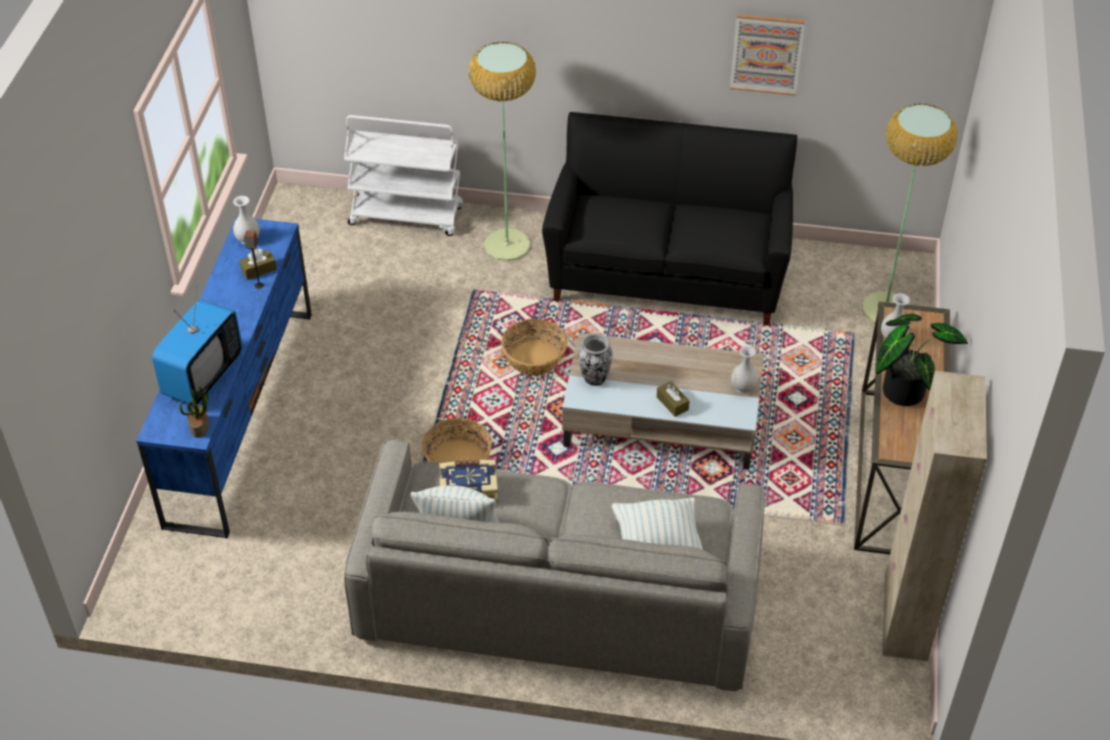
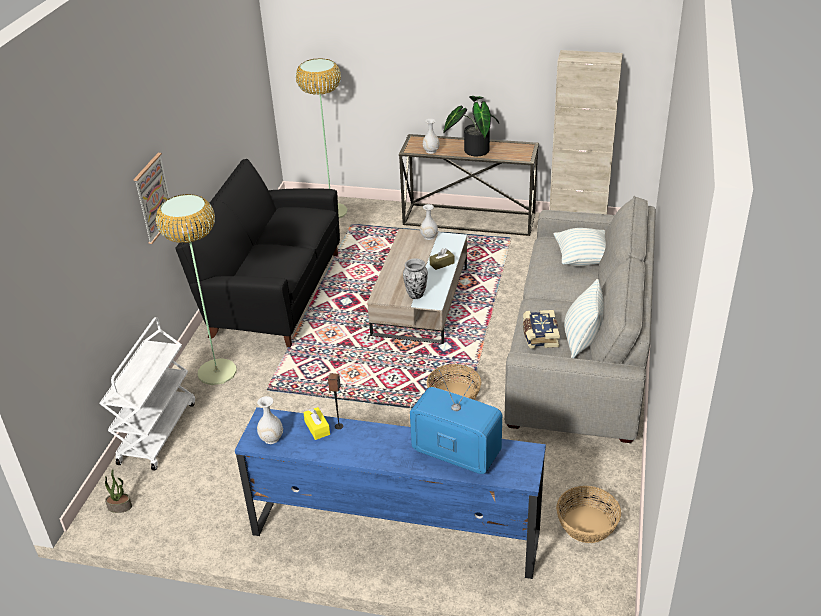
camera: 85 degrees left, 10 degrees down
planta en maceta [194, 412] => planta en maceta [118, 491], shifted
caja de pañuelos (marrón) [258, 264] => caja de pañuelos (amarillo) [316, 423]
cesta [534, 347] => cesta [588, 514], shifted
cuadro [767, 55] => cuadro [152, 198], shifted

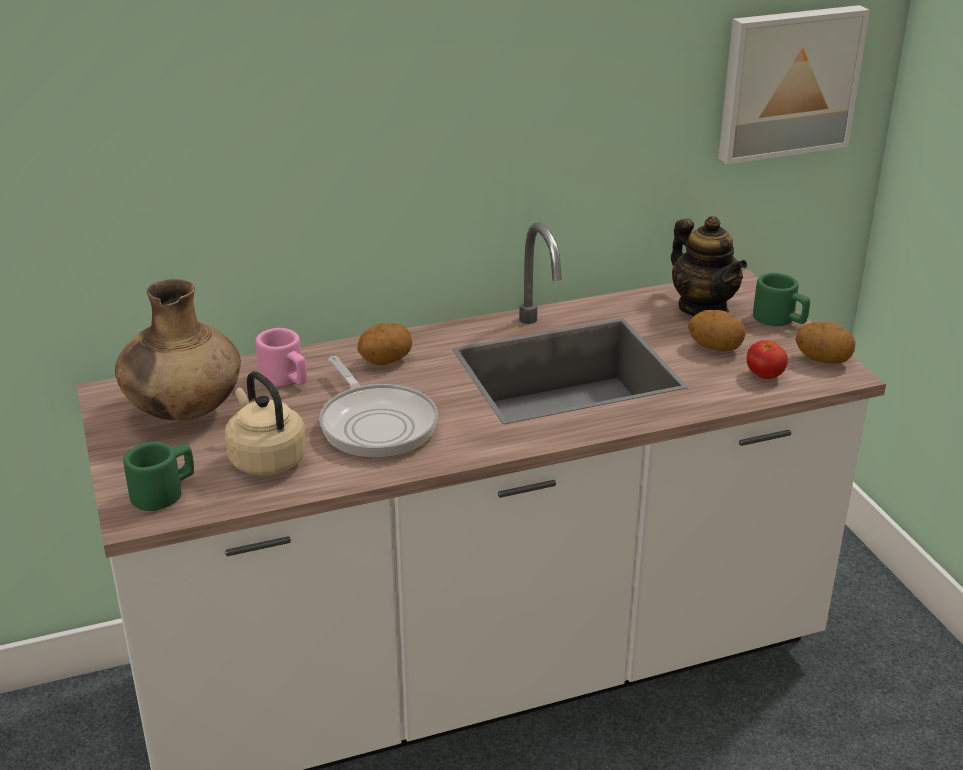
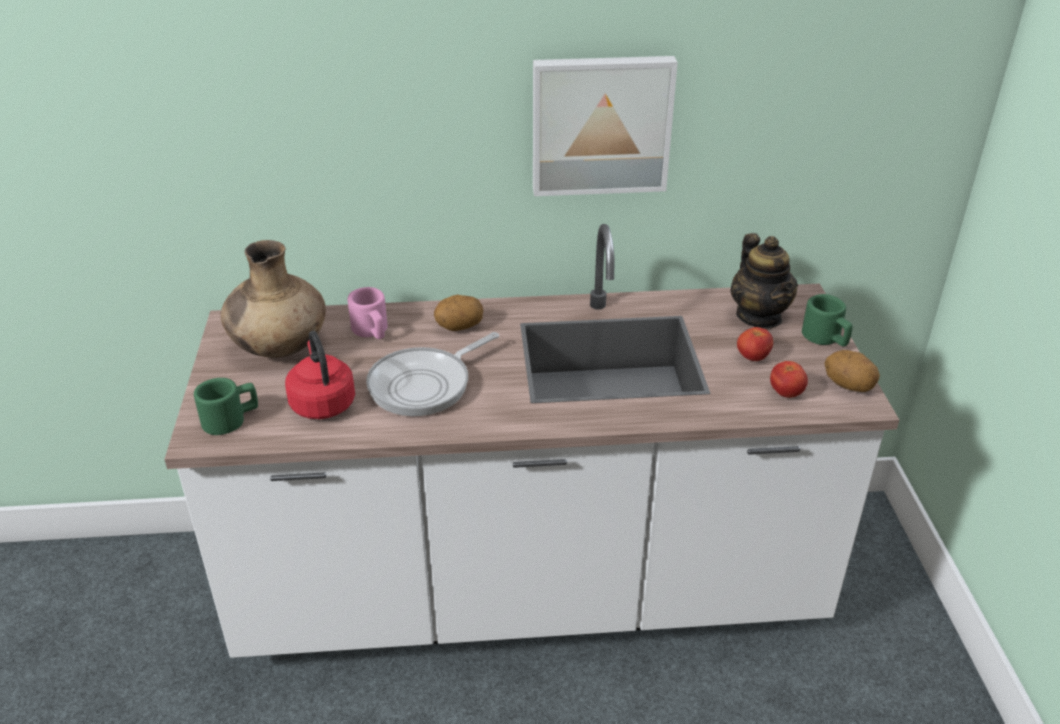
camera: 15 degrees right, 5 degrees up
hervidor (beis) [265, 423] => hervidor (rojo) [320, 375]
sartén [378, 407] => sartén [432, 374], 60 degrees clockwise
patata [717, 330] => tomate [755, 344]
cuadro [794, 84] => cuadro [605, 126], shifted

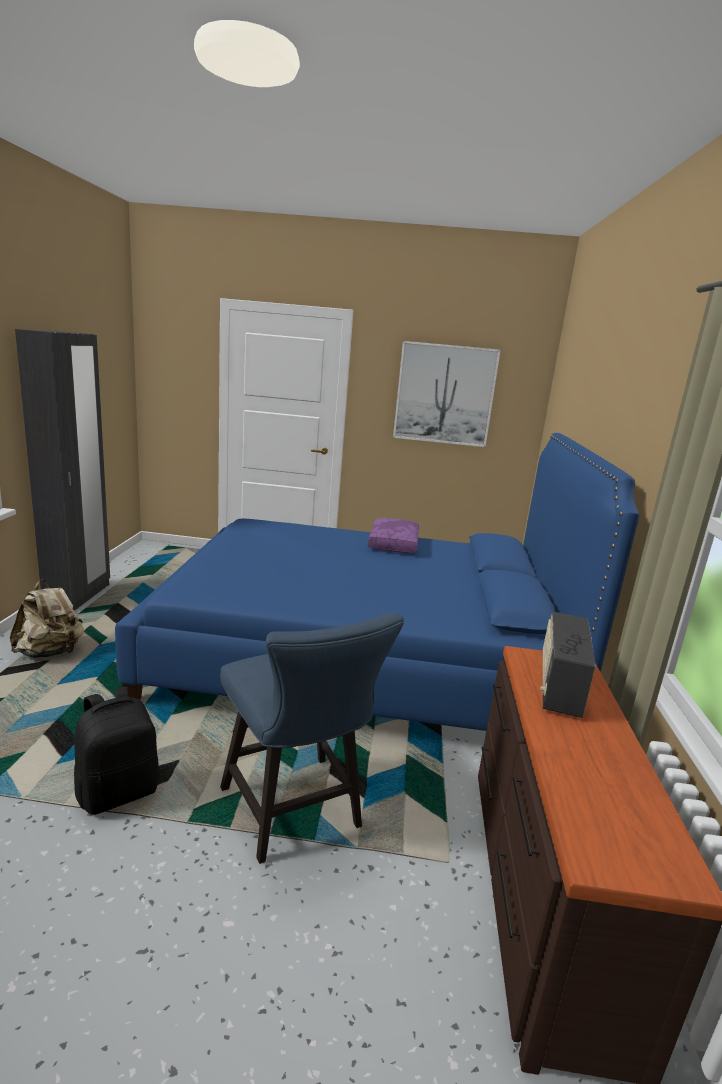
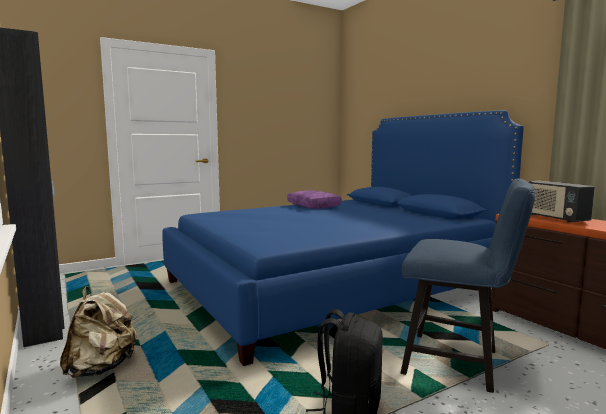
camera: 35 degrees left, 10 degrees down
cuadro [447, 394] => nothing

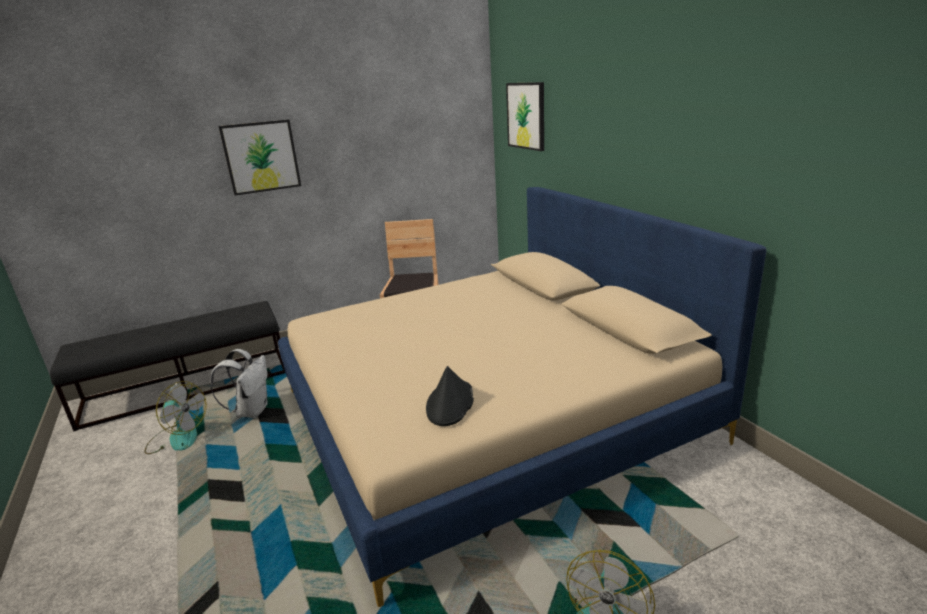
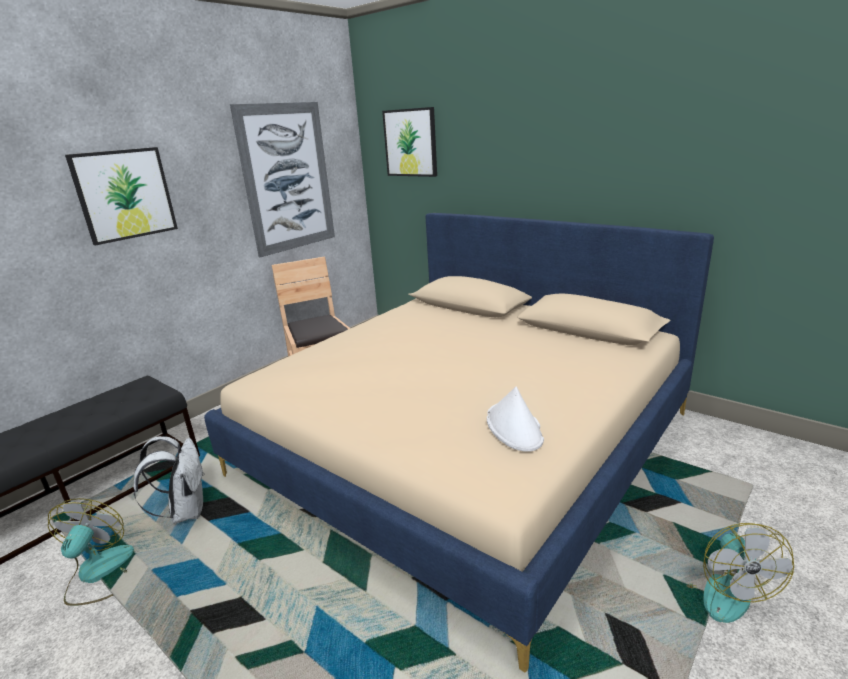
camera: 25 degrees left, 0 degrees up
ventilador [176, 417] => ventilador [91, 552], 90 degrees counterclockwise
sombrero (negro) [450, 396] => sombrero (blanco) [515, 419]
nothing => cuadro [282, 179]

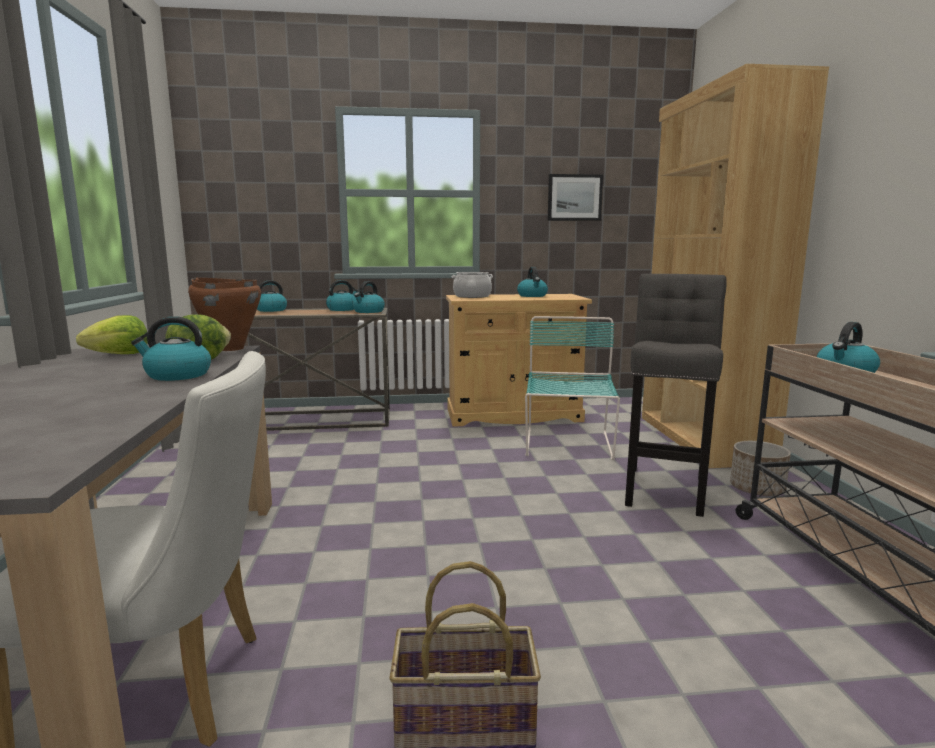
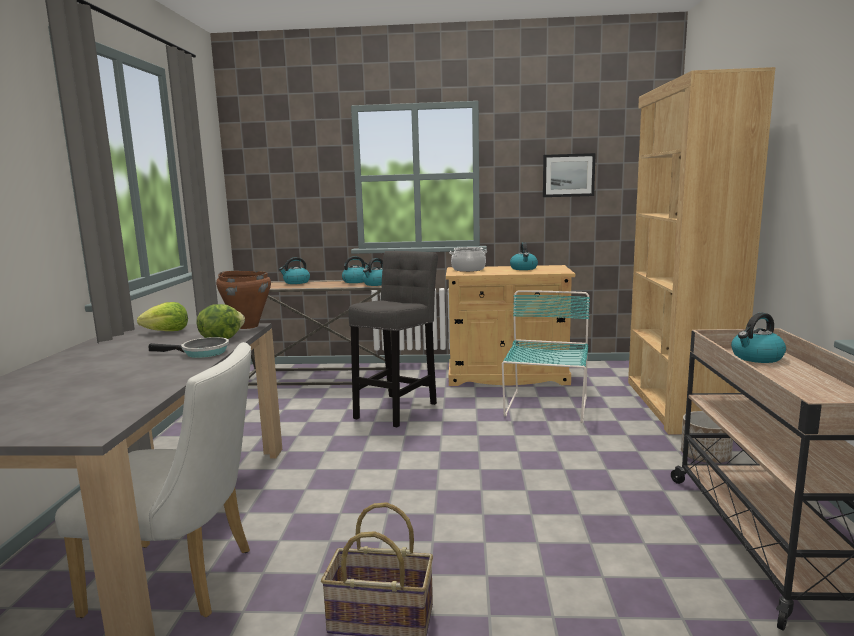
camera: 10 degrees right, 0 degrees up
hervidor [171, 348] => sartén [188, 347]
taburete (gris) [676, 395] => taburete (gris) [393, 339], shifted

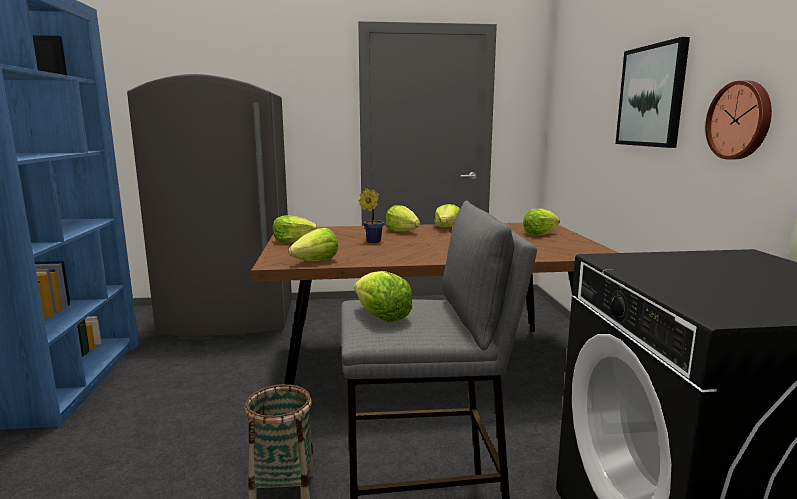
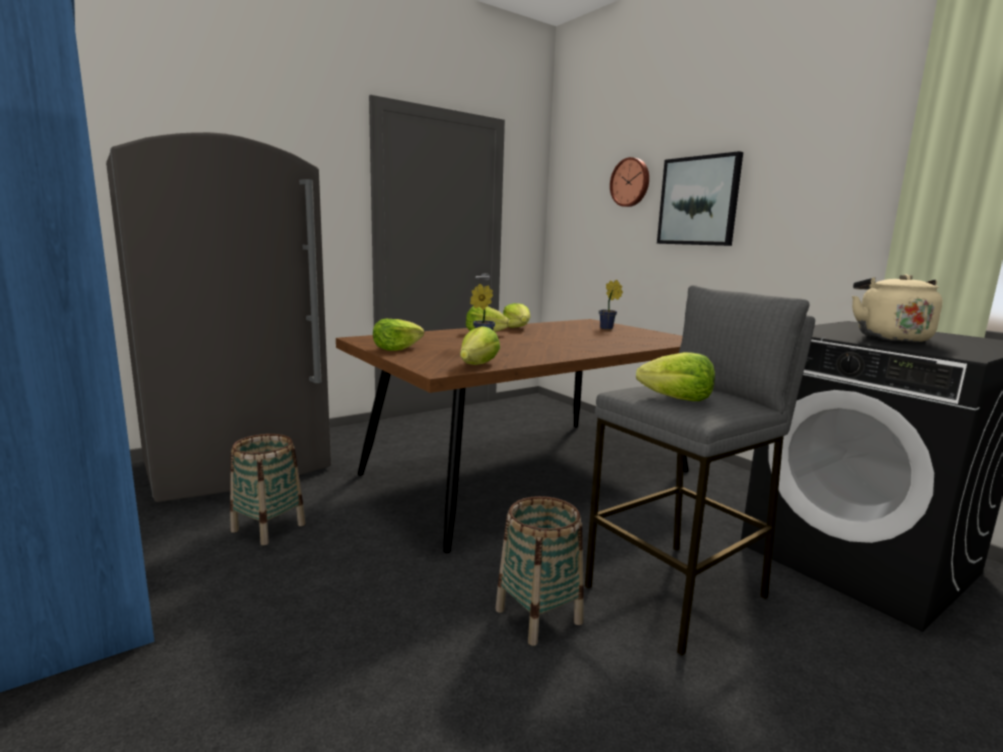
camera: 30 degrees left, 0 degrees up
lechuga [541, 222] => planta en maceta [611, 305]
reloj de pared [738, 119] => reloj de pared [629, 182], shifted
nothing => cesta [268, 489]
nothing => hervidor (beis) [897, 308]

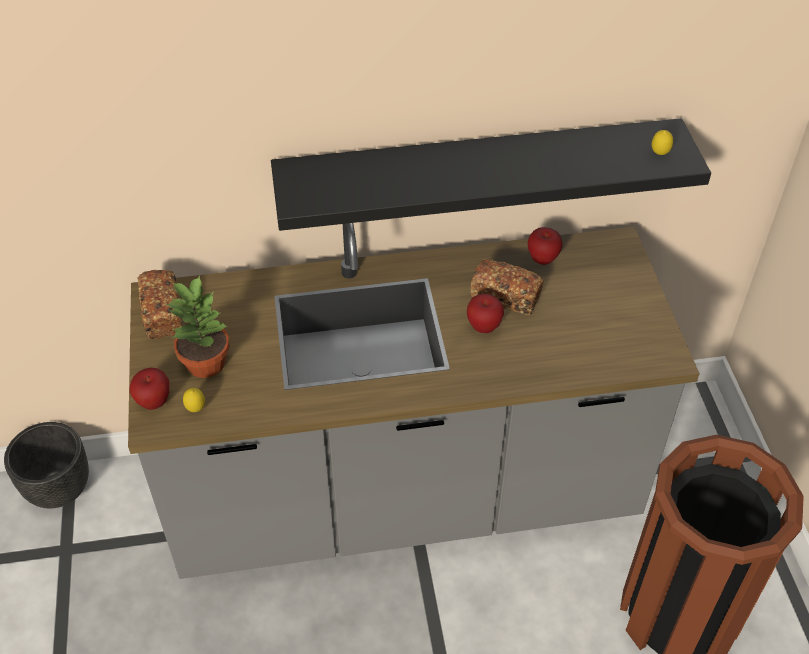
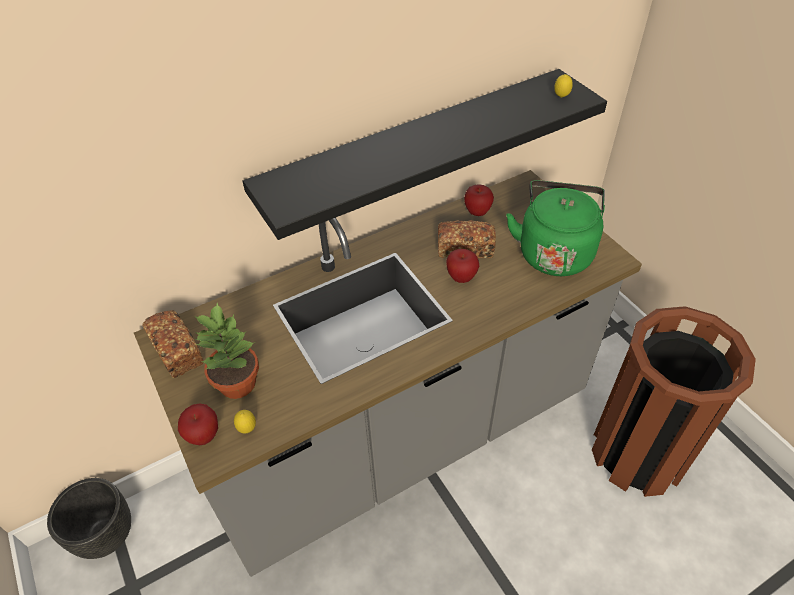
camera: 20 degrees left, 0 degrees up
nothing => hervidor (verde) [555, 228]

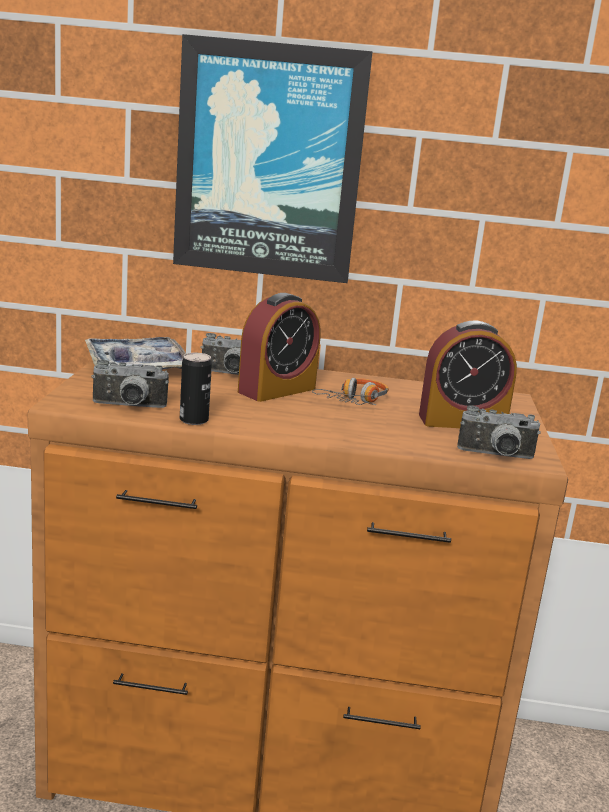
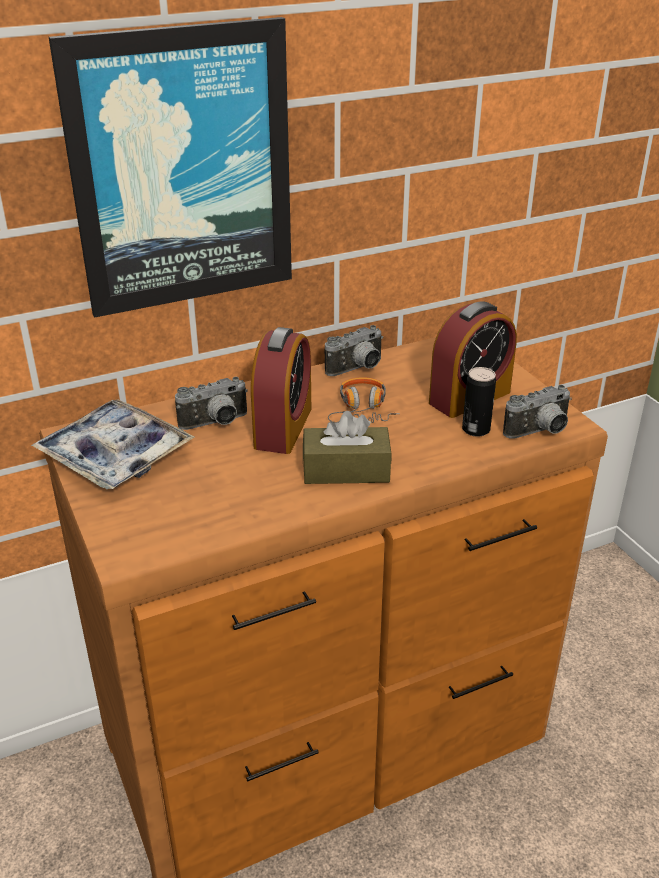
camera: 30 degrees left, 15 degrees up
cámara [130, 384] => cámara [354, 350], shifted
lata [196, 389] => lata [479, 402], shifted
nothing => caja de pañuelos (marrón) [347, 447]

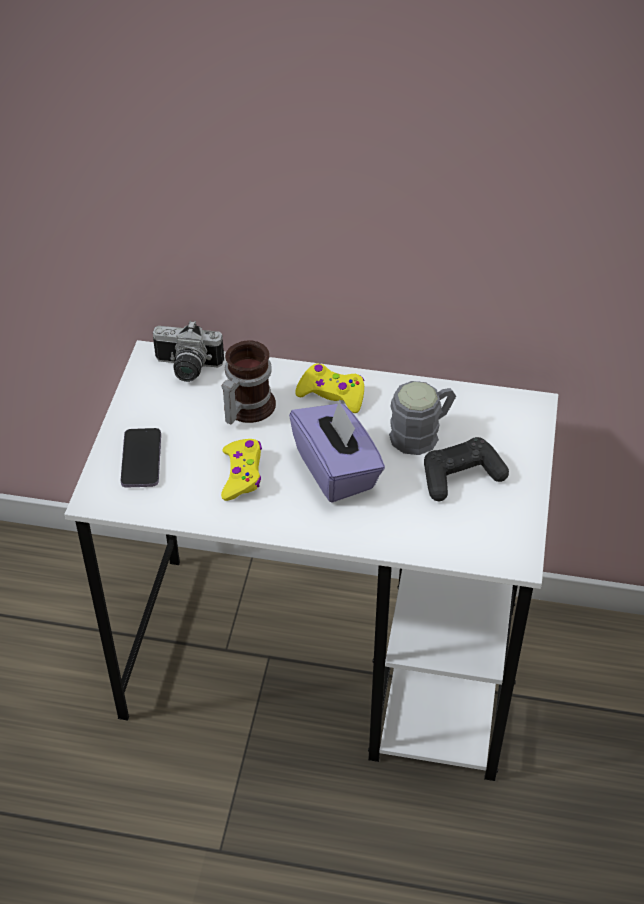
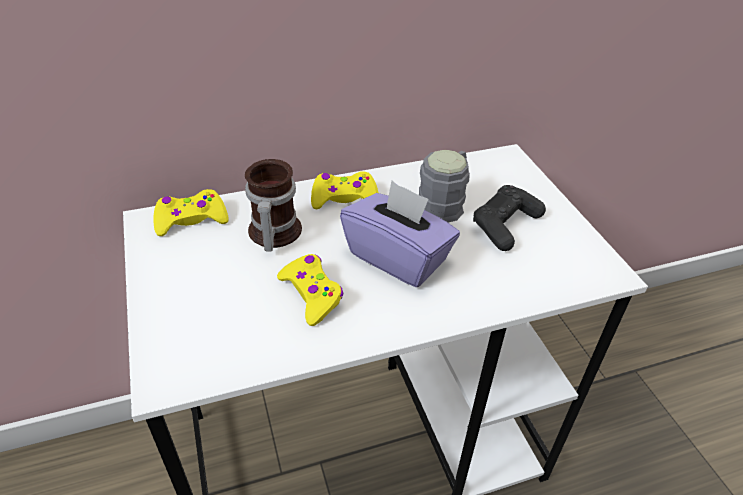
camera: 30 degrees left, 5 degrees down
móvil [141, 458] => nothing
cámara [188, 351] => mando de consola (amarillo) [191, 212]

